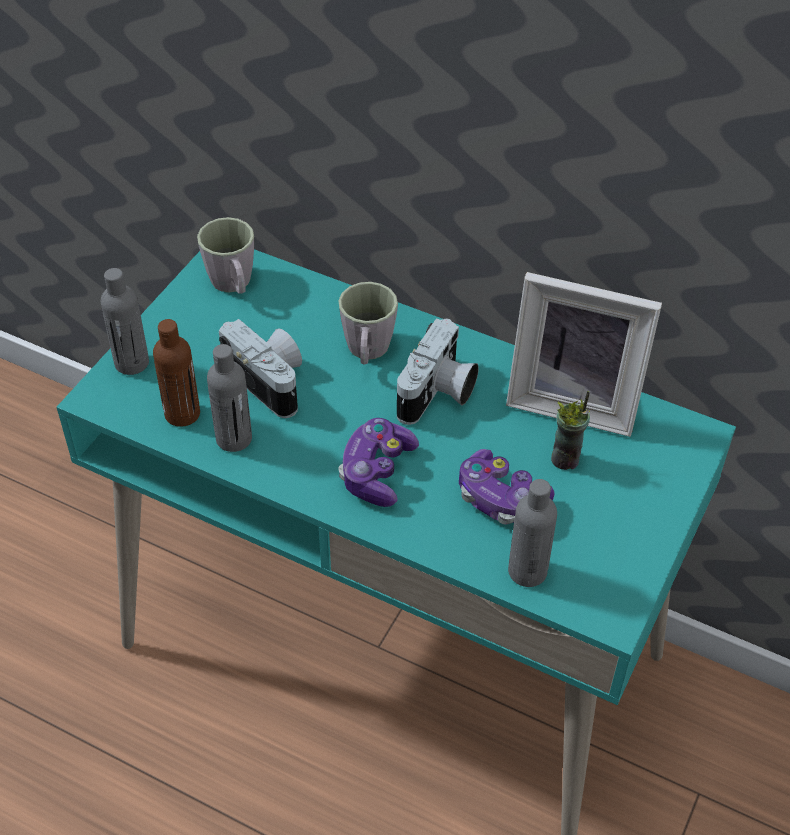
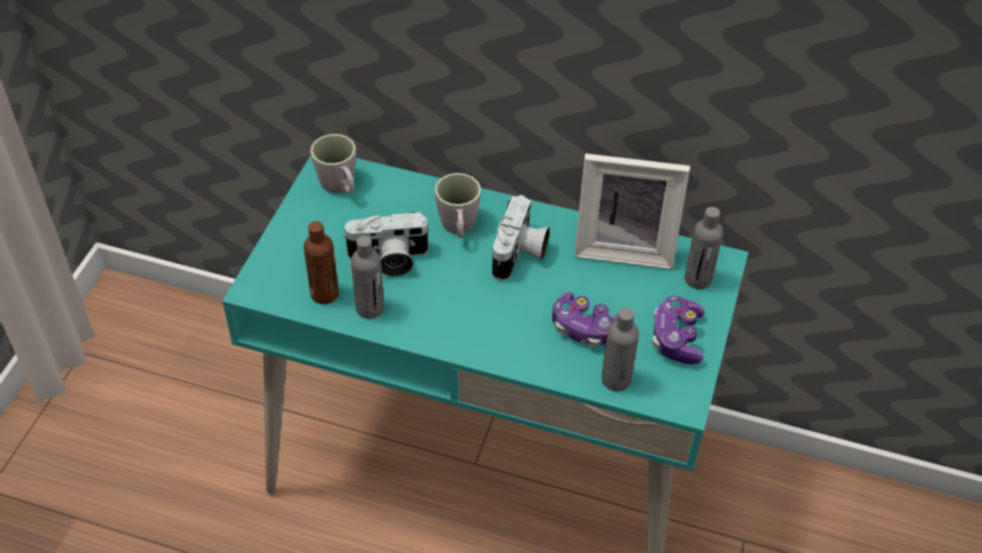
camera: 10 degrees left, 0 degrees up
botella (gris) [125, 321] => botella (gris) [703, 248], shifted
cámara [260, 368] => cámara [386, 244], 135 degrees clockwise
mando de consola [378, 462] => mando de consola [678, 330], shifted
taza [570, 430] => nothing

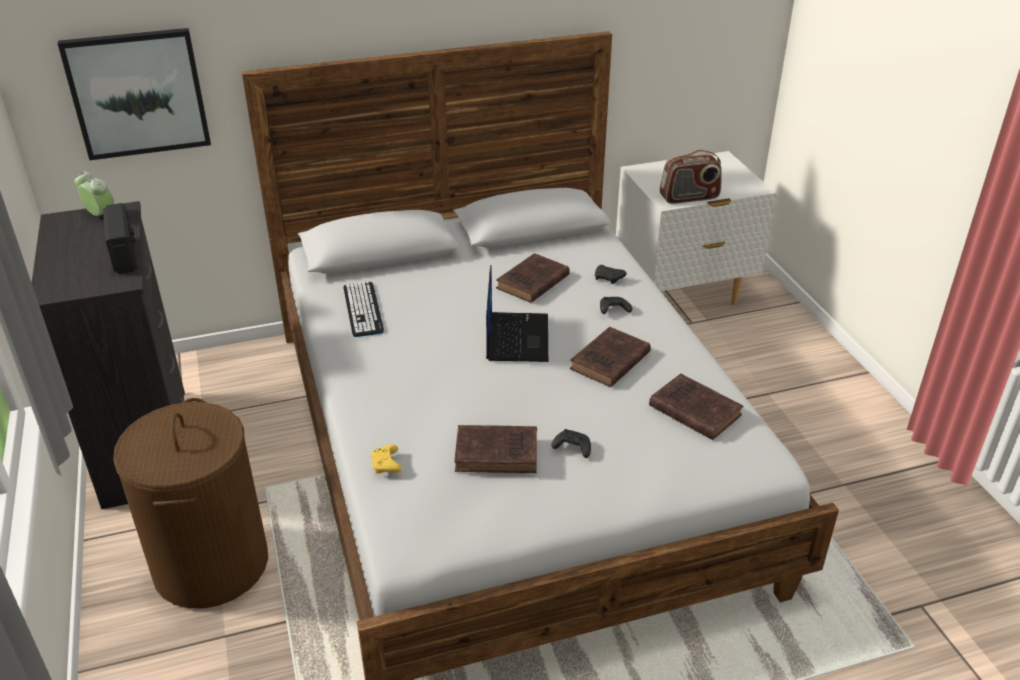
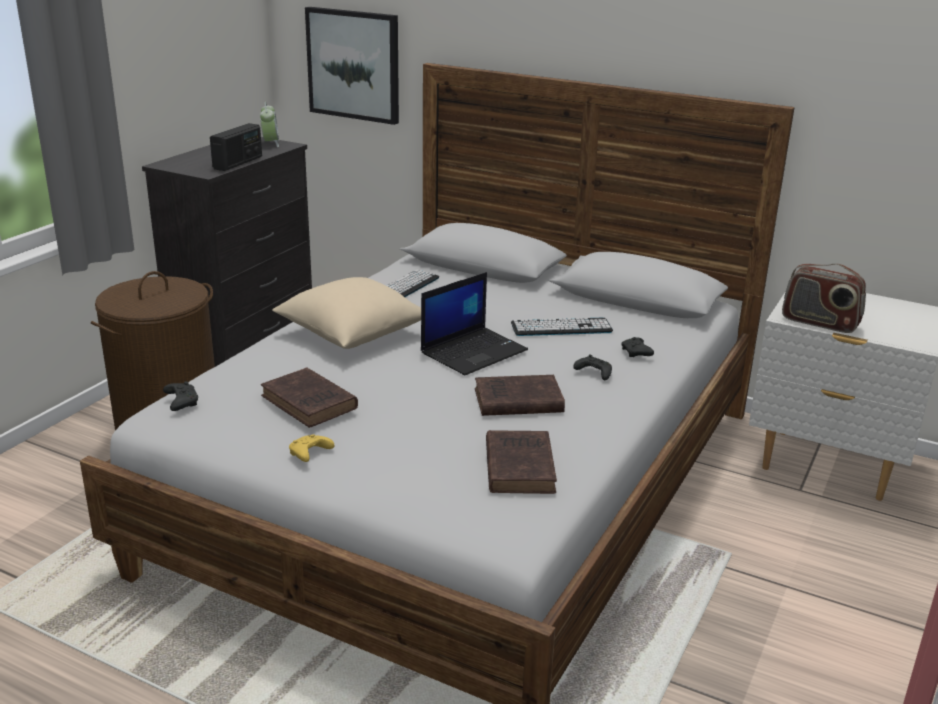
camera: 45 degrees right, 10 degrees down
mando de consola (amarillo) [386, 458] => mando de consola (amarillo) [311, 448], shifted
libro (marrón) [533, 278] => teclado [562, 327]
mando de consola (negro) [571, 443] => mando de consola (negro) [180, 396], shifted
nothing => cojín (beis) [346, 313]

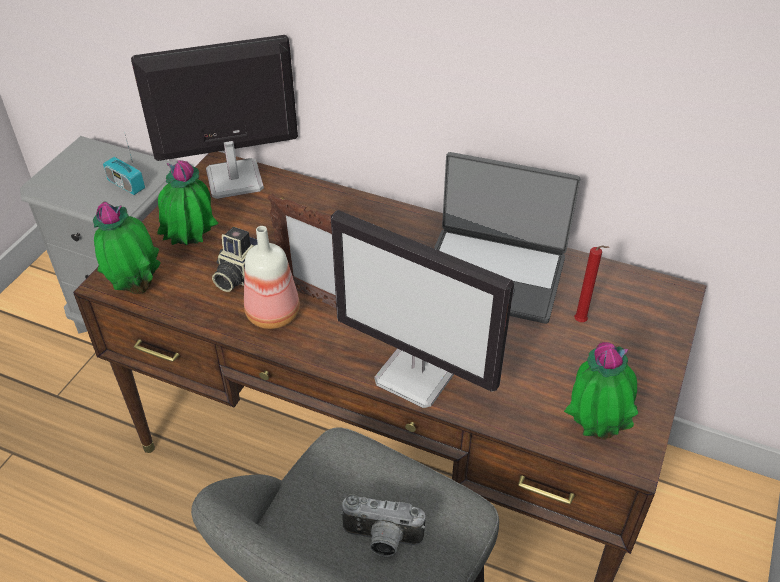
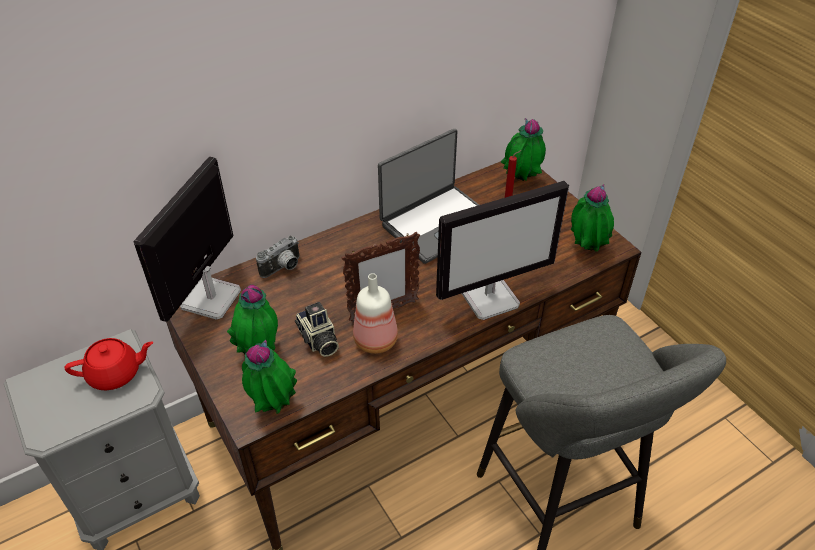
camera: 55 degrees left, 0 degrees up
radio [124, 165] => tetera (rojo) [109, 364]
cámara [383, 525] => cámara [278, 257], shifted
nothing => planta en maceta [523, 149]

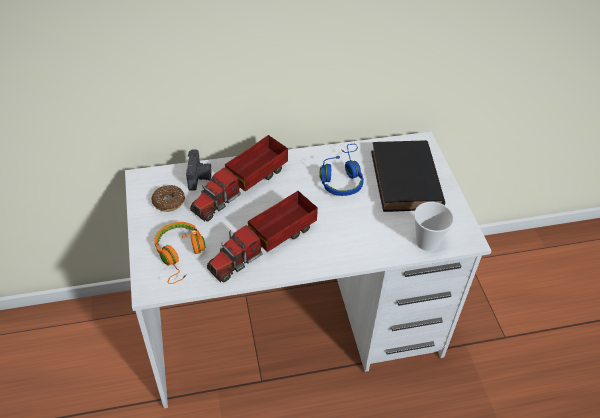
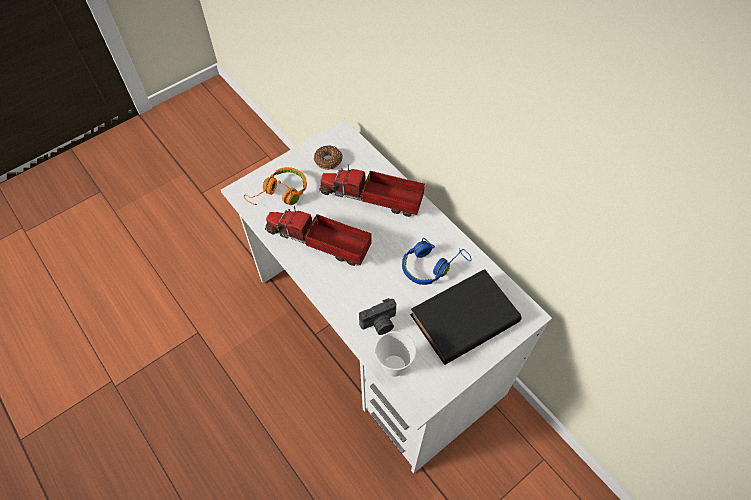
camera: 65 degrees right, 10 degrees up
cámara [198, 170] => cámara [377, 316], shifted

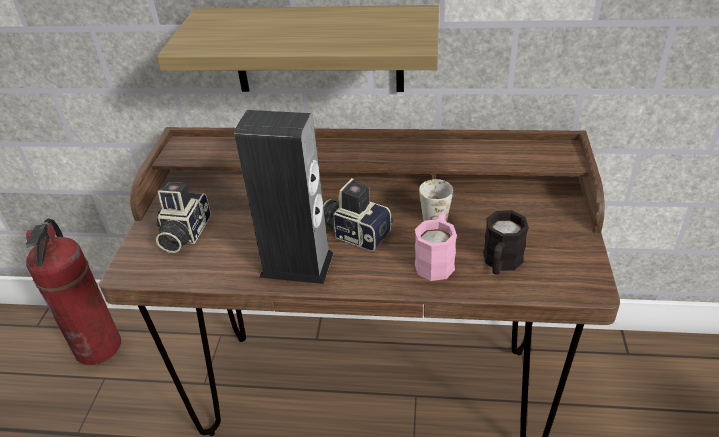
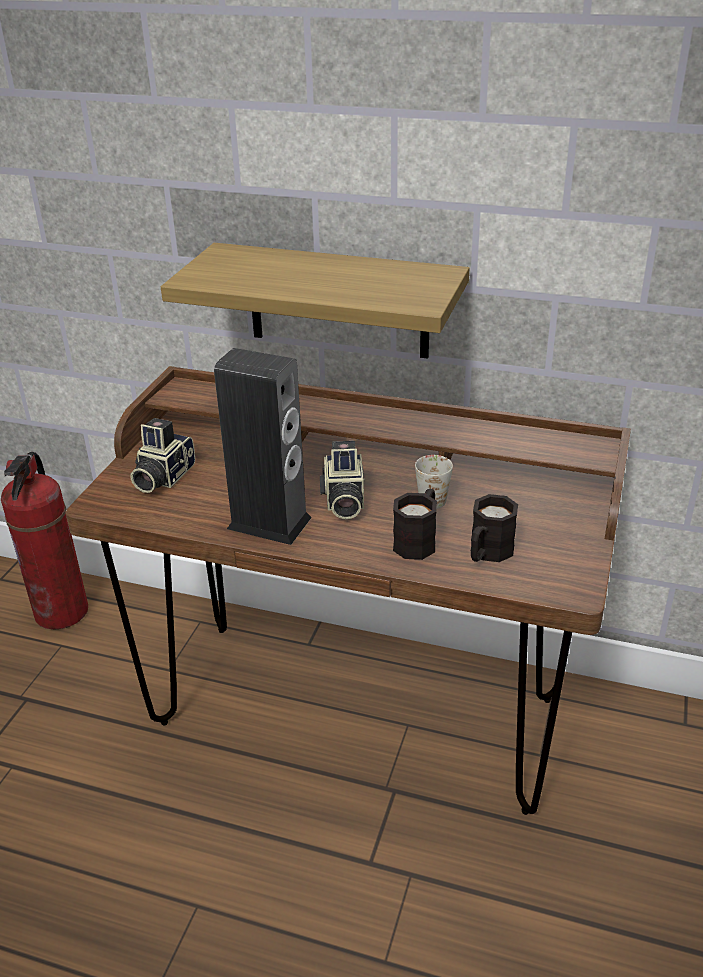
camera: 10 degrees right, 5 degrees down
cámara [358, 214] => cámara [342, 480], 135 degrees counterclockwise
taza grande (rosa) [436, 247] => taza grande (negro) [415, 524]

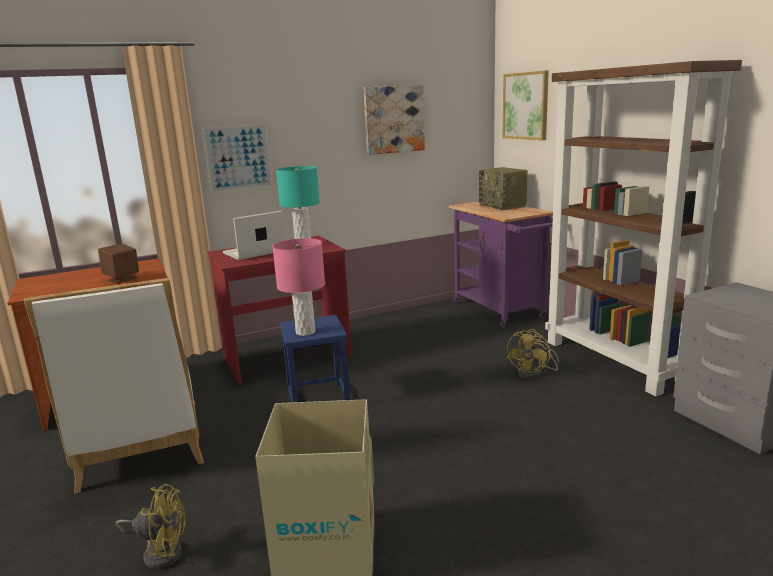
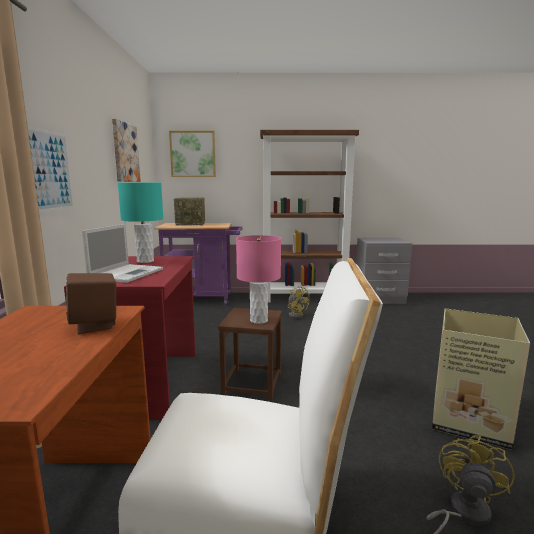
camera: 65 degrees left, 5 degrees down
portátil [254, 235] => portátil [122, 253], 150 degrees counterclockwise
taburete (azul) [315, 358] => taburete (marrón) [250, 354]

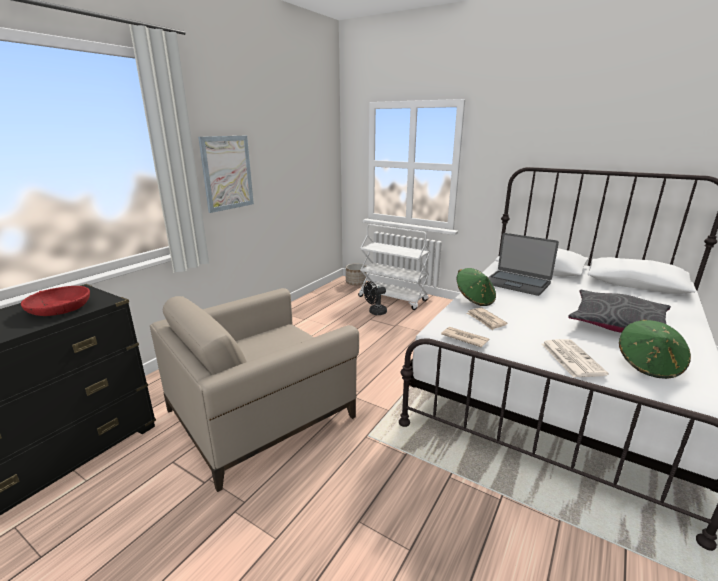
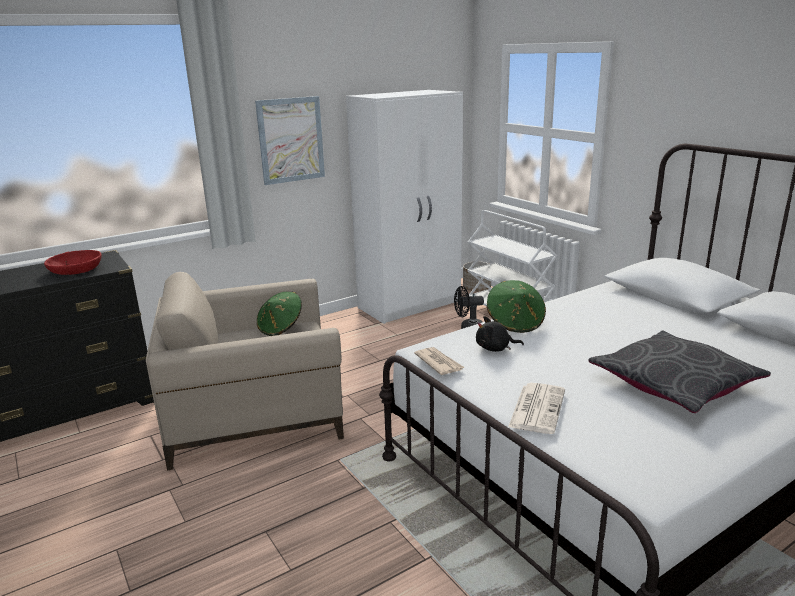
camera: 25 degrees right, 0 degrees up
periódico [487, 319] => peluche (negro) [500, 334]
portátil [523, 264] => nothing
sombrero (verde) [655, 349] => sombrero (verde) [279, 314], shifted
nothing => armario ropero (blanco) [404, 207]

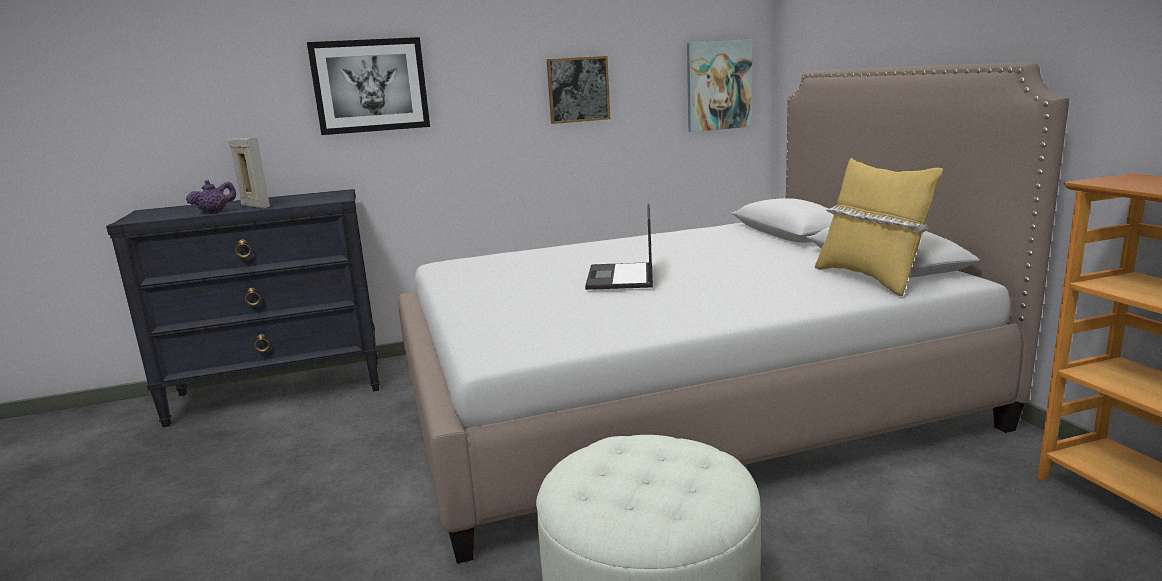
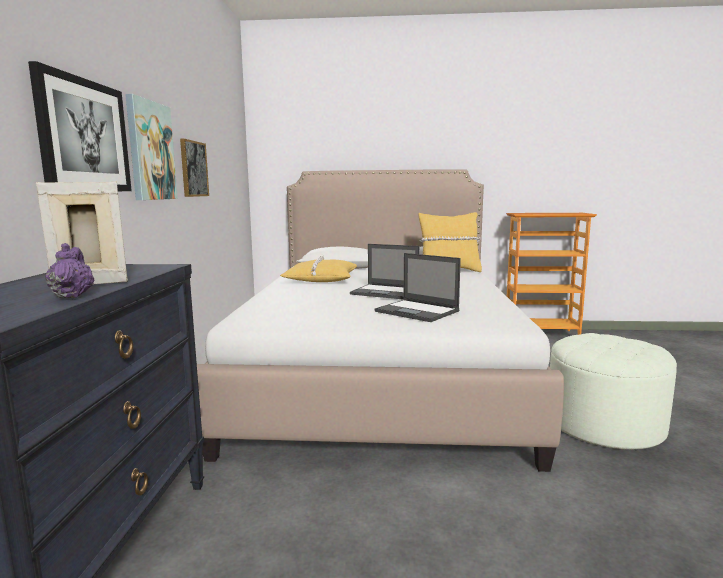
camera: 70 degrees left, 5 degrees down
cuadro [719, 85] => cuadro [151, 147], shifted
nothing => cojín (amarillo) [318, 268]
nothing => portátil [418, 287]

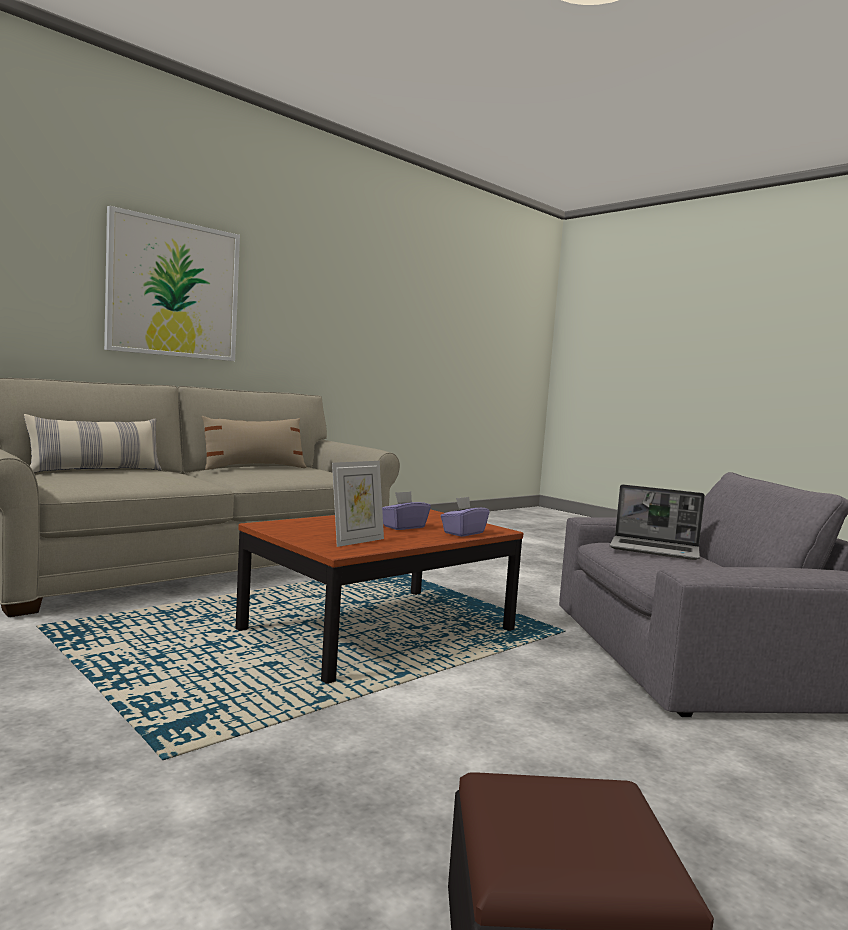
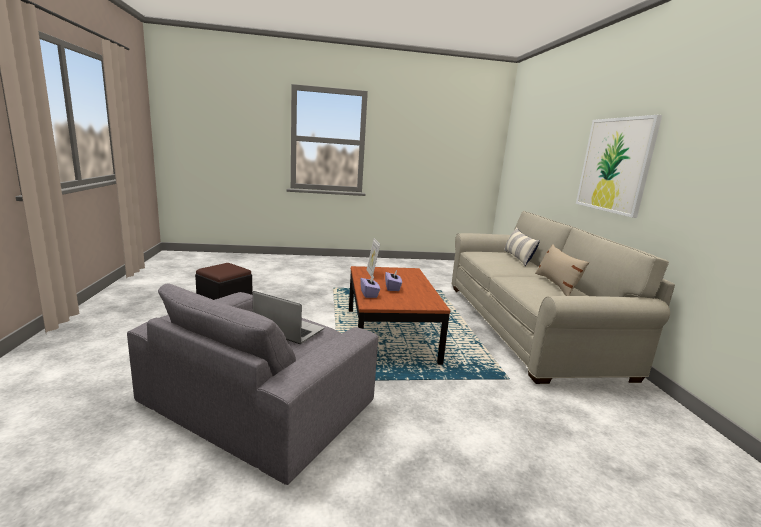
camera: 125 degrees right, 10 degrees up
portátil [657, 522] => portátil [288, 317], 60 degrees clockwise

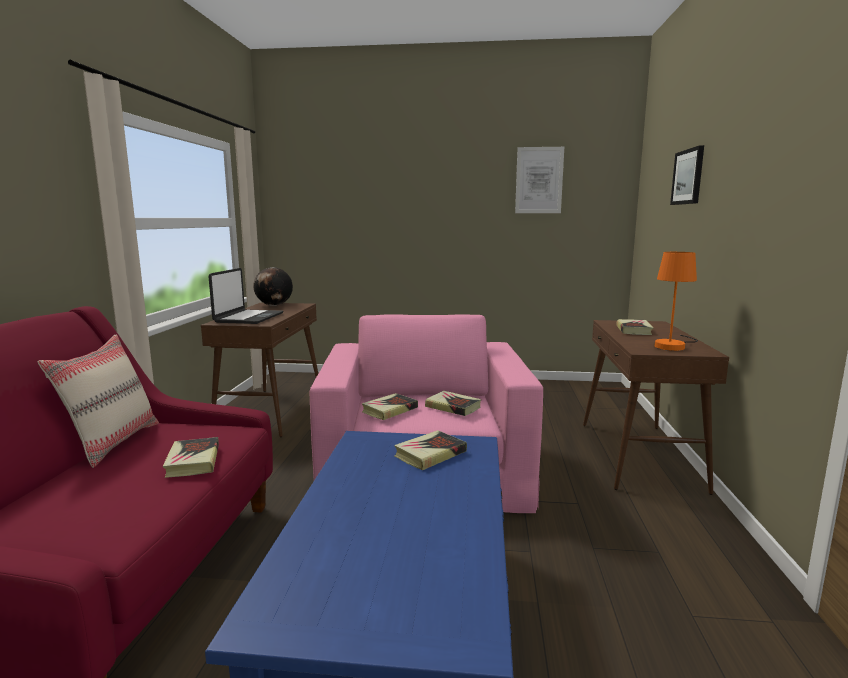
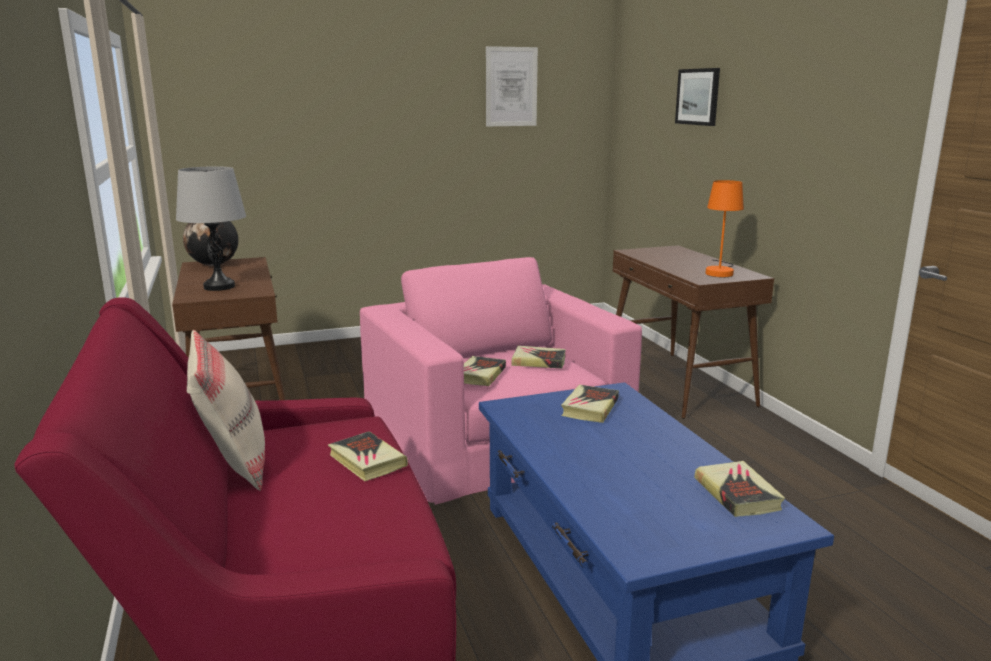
camera: 25 degrees left, 5 degrees up
portátil [245, 296] => lámpara de mesa (gris) [211, 228]
libro [634, 327] => libro [740, 489], shifted

